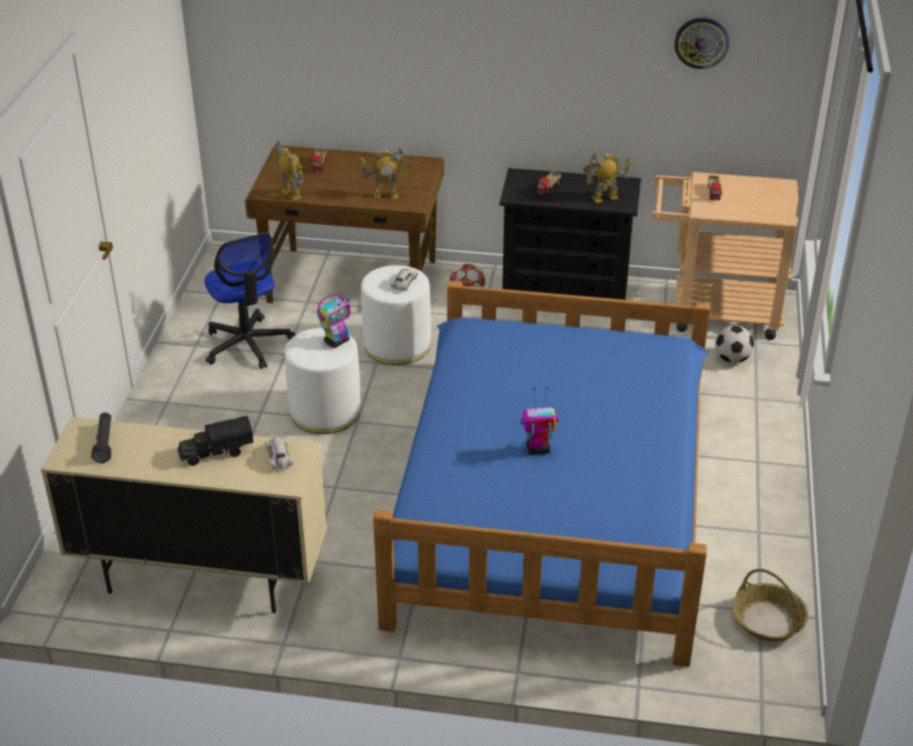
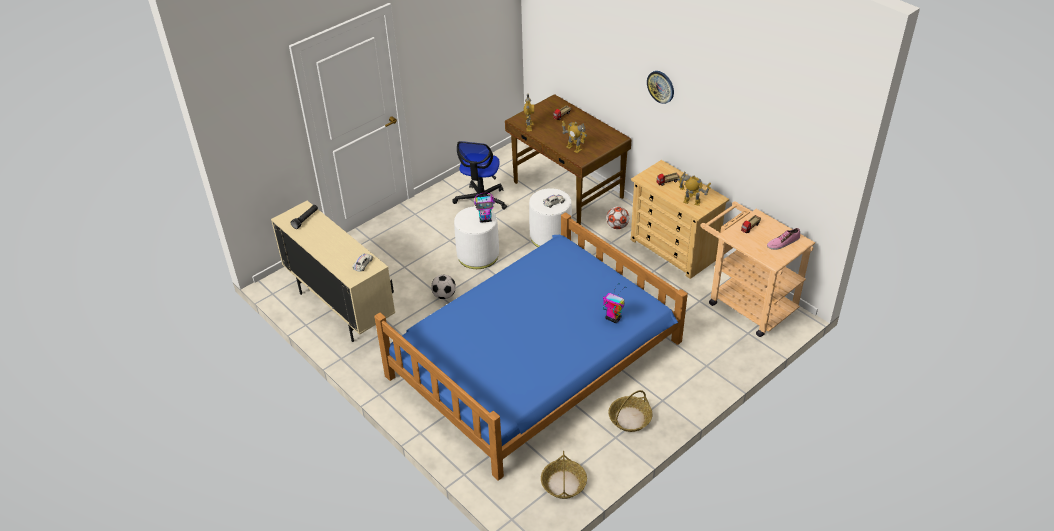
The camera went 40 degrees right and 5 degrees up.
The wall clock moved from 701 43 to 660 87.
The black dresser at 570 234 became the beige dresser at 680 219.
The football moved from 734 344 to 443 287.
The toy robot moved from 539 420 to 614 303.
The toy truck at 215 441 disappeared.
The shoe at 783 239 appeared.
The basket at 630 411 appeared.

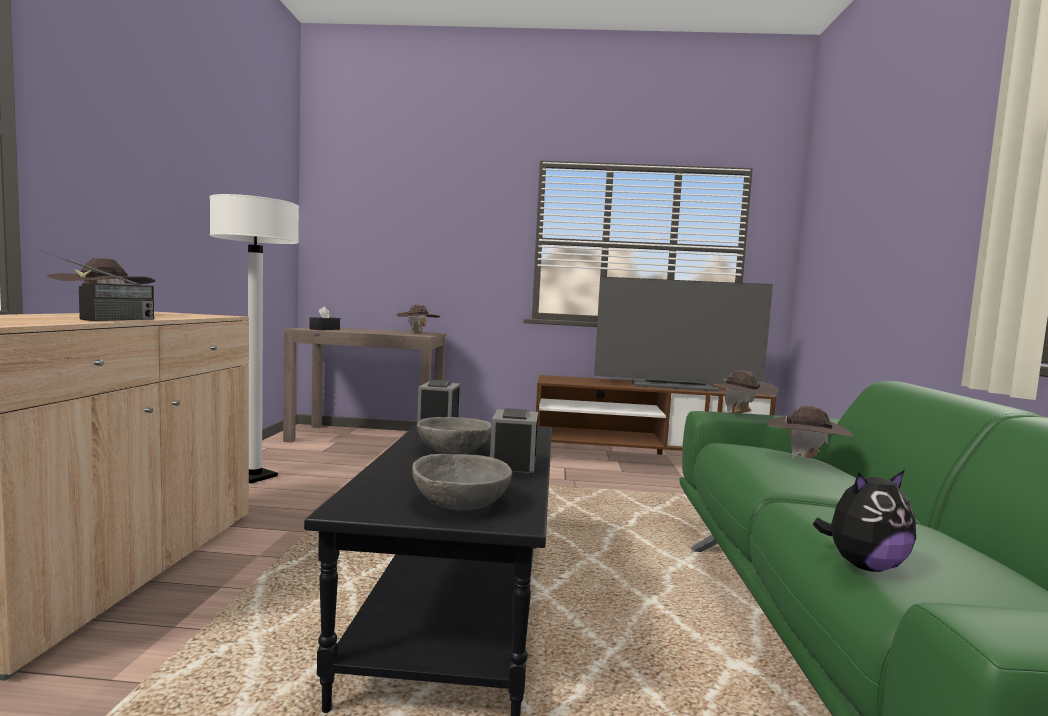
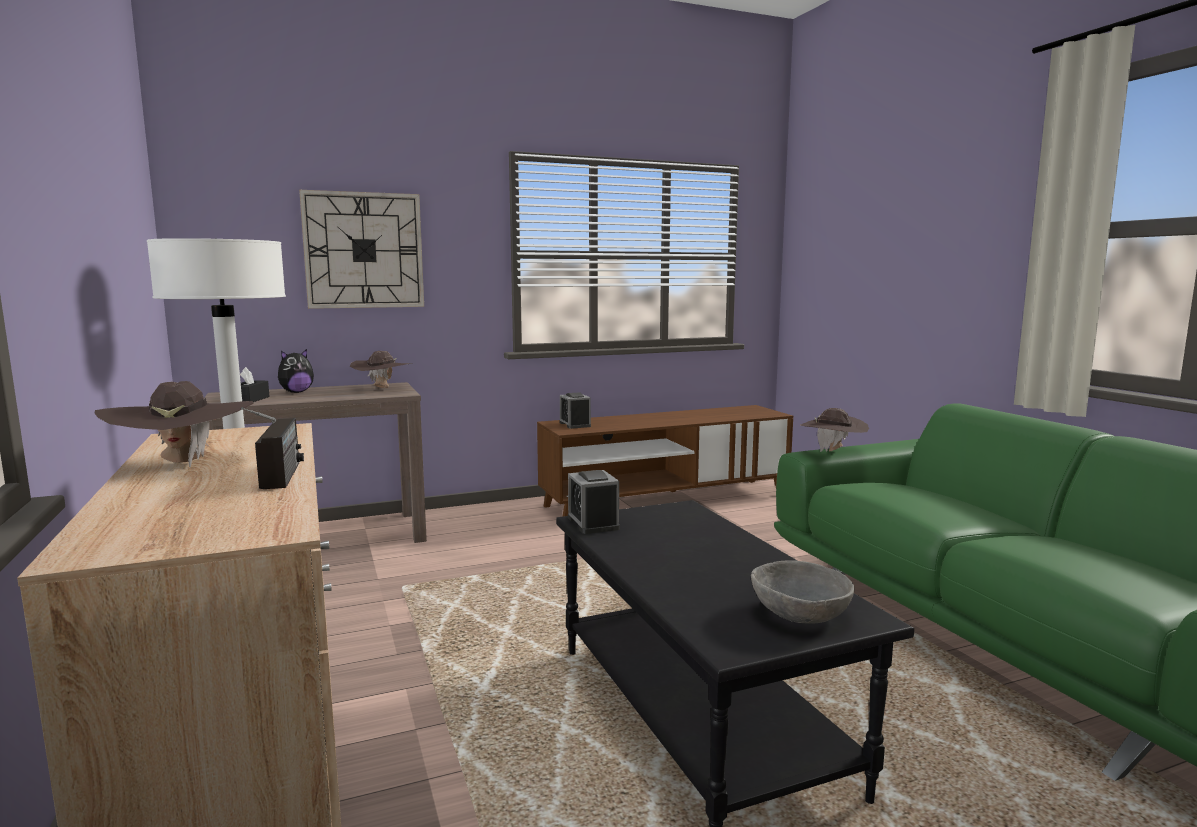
The camera went 25 degrees left and 5 degrees up.
The television at 683 334 disappeared.
The brown hat at 810 432 disappeared.
The alarm clock moved from 514 443 to 575 410.
The grey bowl at 454 435 disappeared.
The plush toy moved from 864 521 to 296 371.
The wall clock at 361 249 appeared.

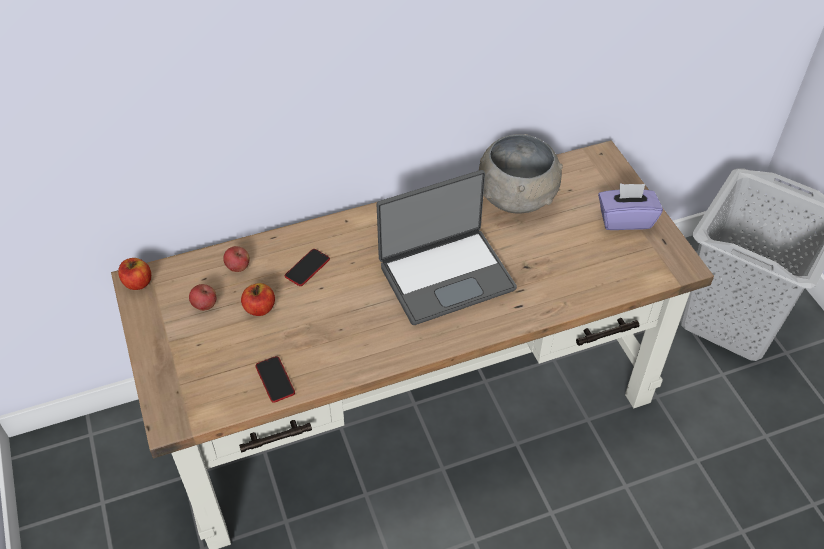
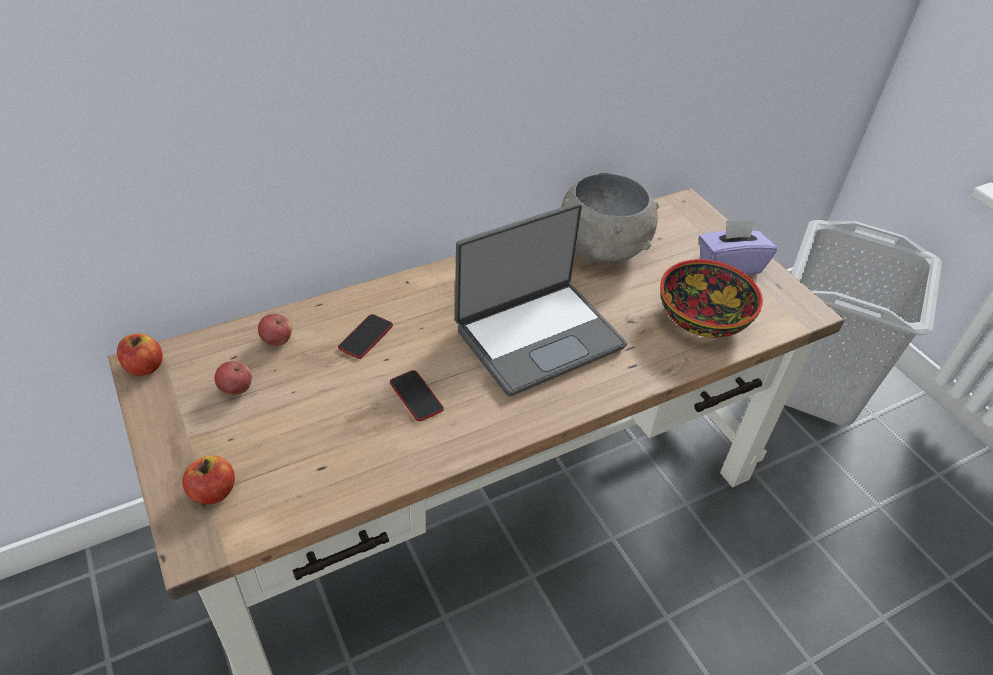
The camera went 10 degrees left and 5 degrees down.
The apple moved from 258 299 to 208 479.
The phone moved from 275 379 to 417 395.
The bowl at 711 298 appeared.

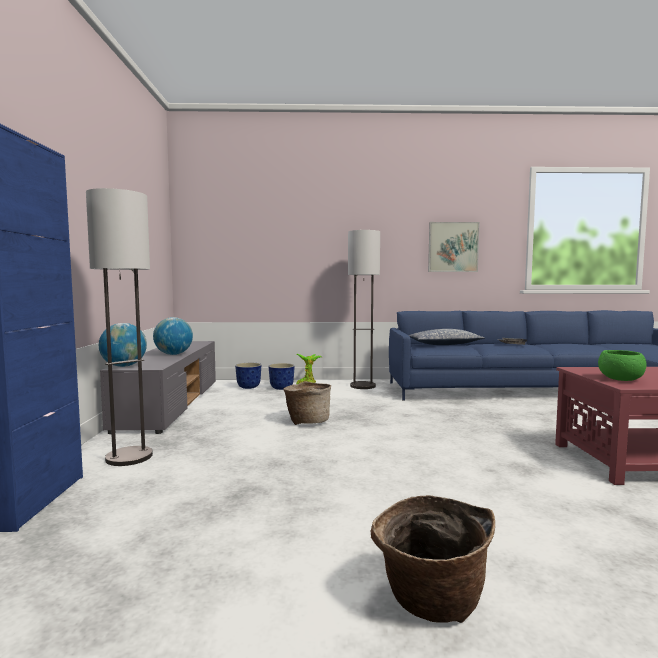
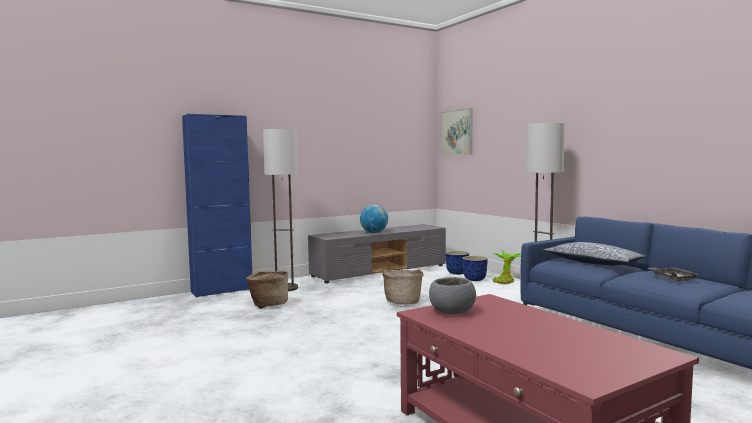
The camera went 60 degrees right and 0 degrees up.
The picture moved from 454 247 to 457 131.
The globe at 123 345 disappeared.
The green bowl at 622 365 became the grey bowl at 452 295.
The basket moved from 433 559 to 267 290.

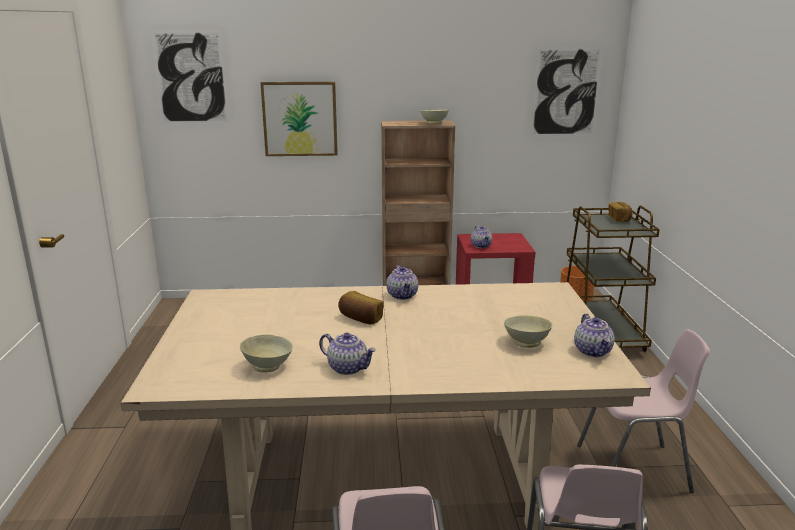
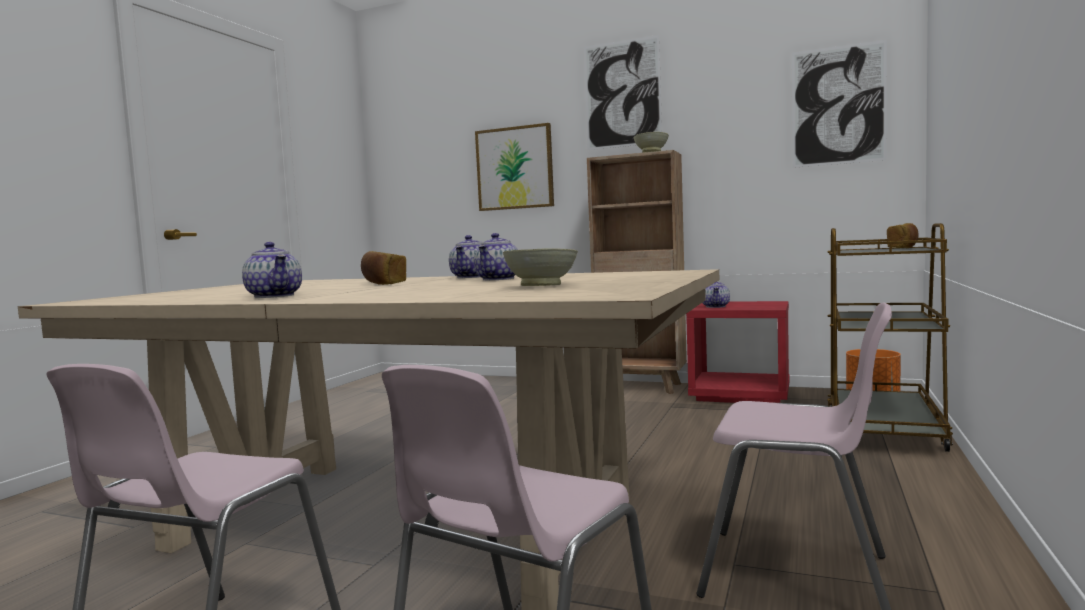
The camera went 25 degrees right and 15 degrees down.
The picture moved from 190 77 to 623 92.
The teapot moved from 594 335 to 496 256.
The beige bowl at 266 354 disappeared.

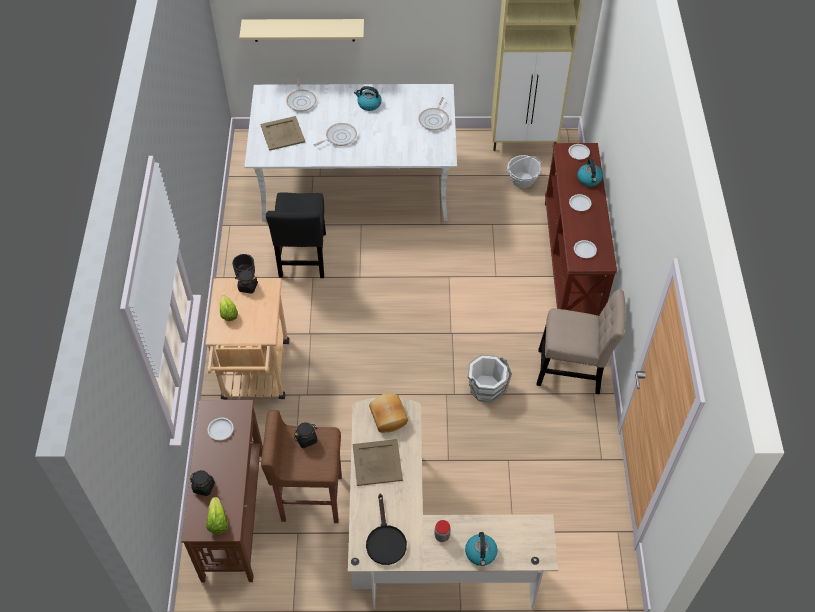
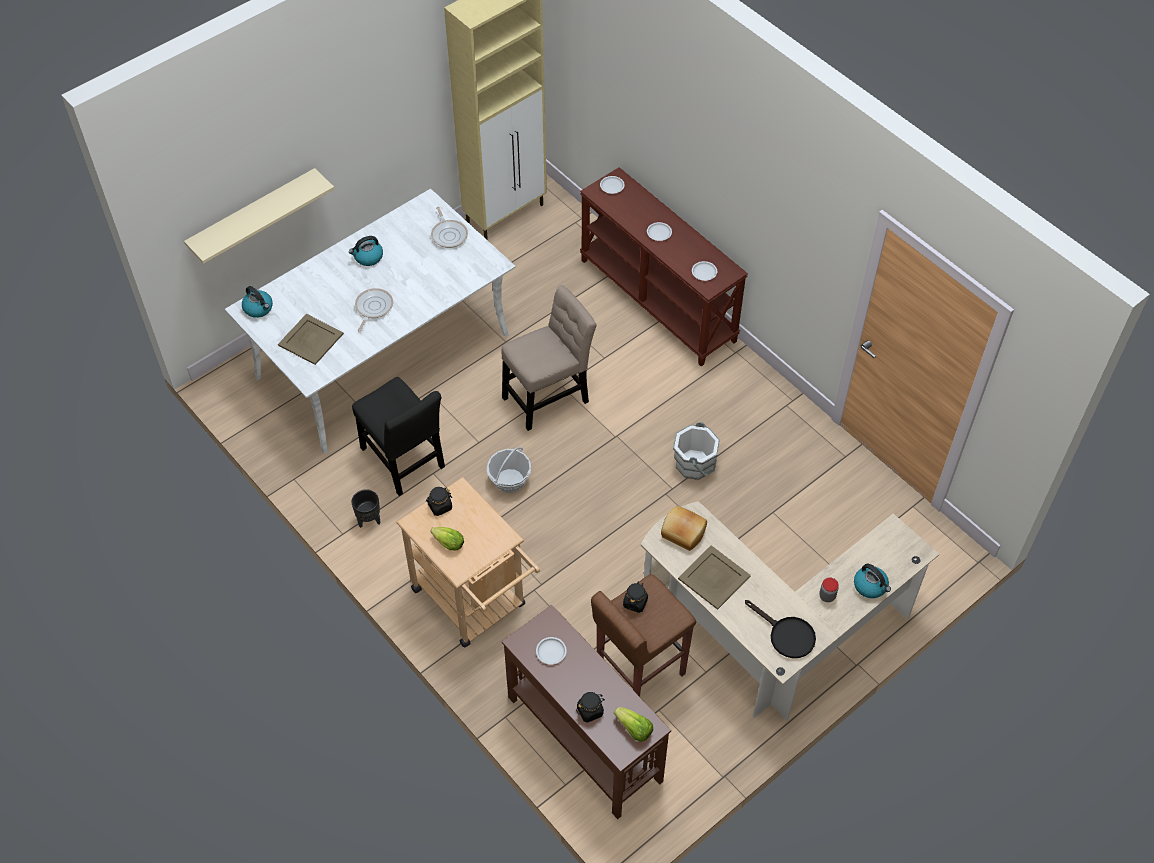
The camera went 40 degrees left and 0 degrees up.
The frying pan at 301 95 disappeared.
The basket moved from 524 171 to 509 470.
The kettle moved from 590 173 to 257 302.
The beige chair moved from 581 341 to 549 358.

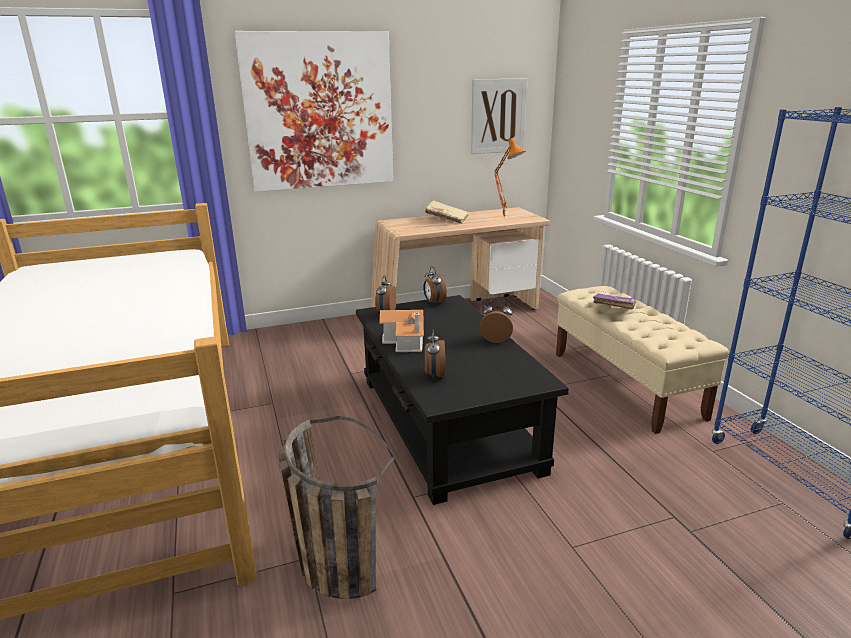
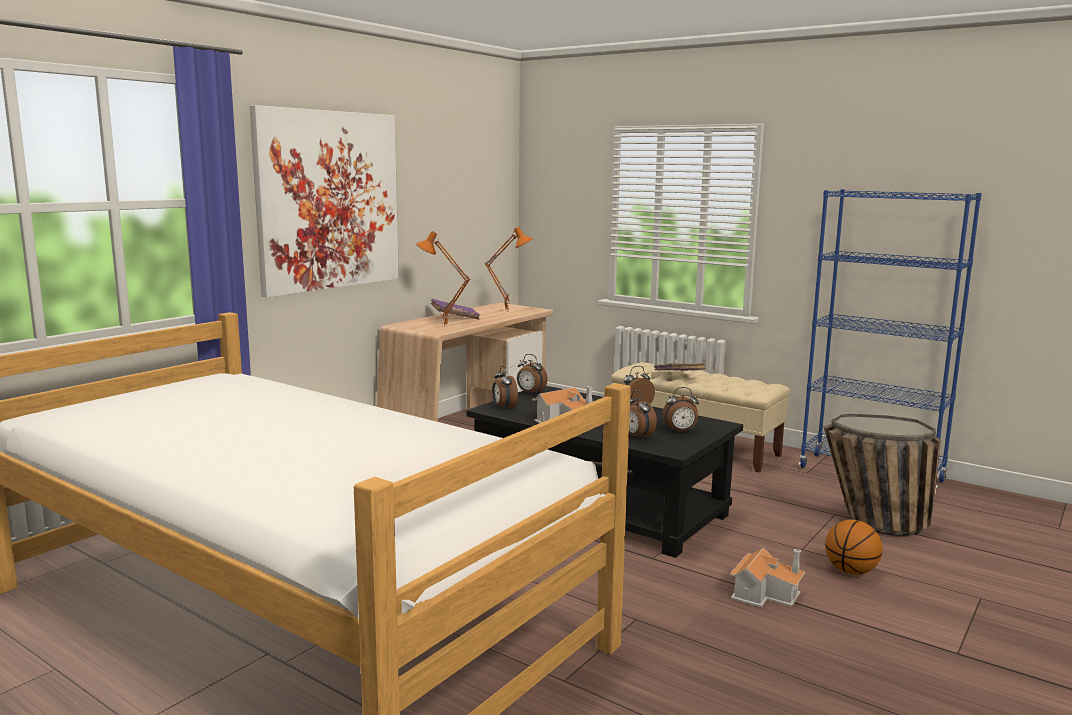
The camera went 35 degrees left and 10 degrees down.
The picture at 499 116 disappeared.
The beige book at 447 212 became the purple book at 455 309.
The basket moved from 336 507 to 882 475.
The orange table lamp at 443 279 appeared.
The alarm clock at 681 410 appeared.
The basketball at 854 547 appeared.
The toy house at 767 577 appeared.

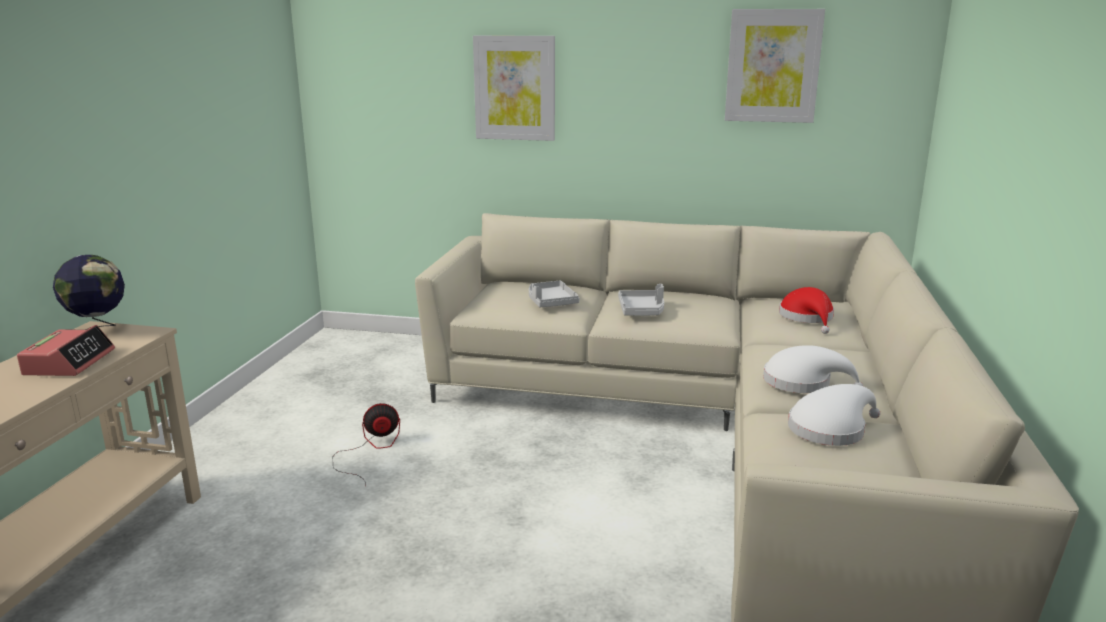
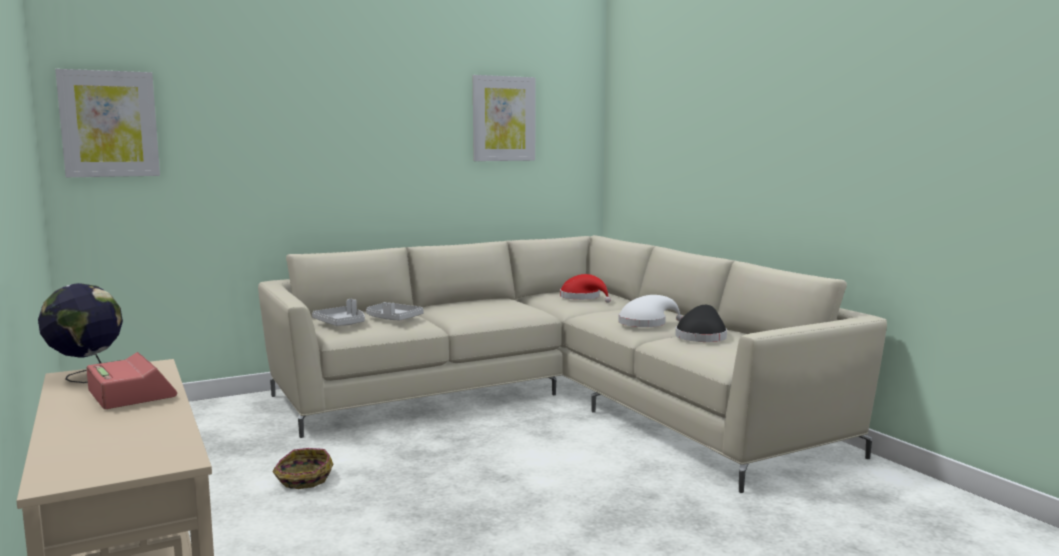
The camera went 40 degrees left and 10 degrees down.
The picture moved from 514 88 to 107 123.
The grey tray moved from 641 300 to 338 312.
The white hat at 834 415 became the black hat at 701 323.
The fan at 367 444 was replaced by the basket at 303 468.

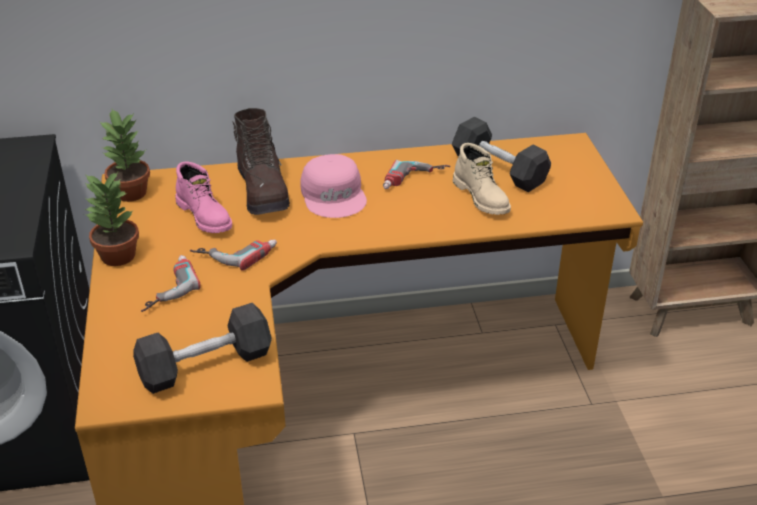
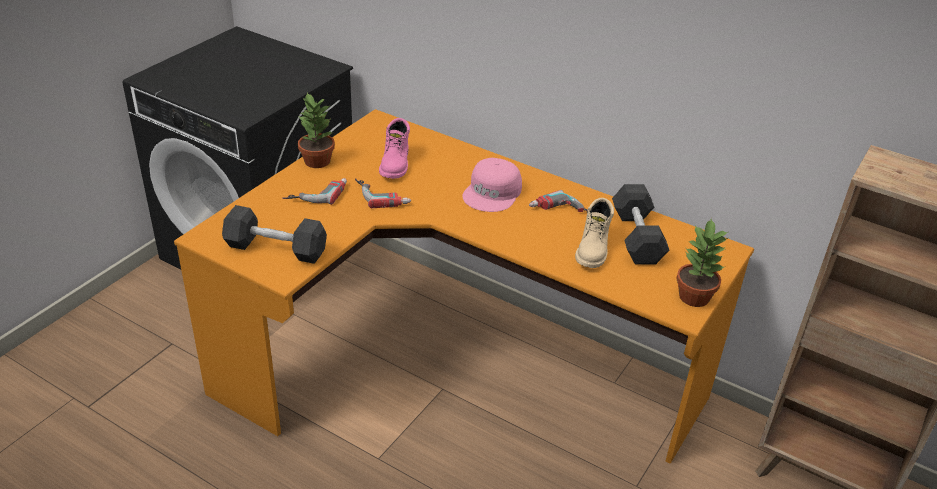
The camera went 40 degrees right and 0 degrees up.
The brown boot at 261 161 disappeared.
The potted plant moved from 124 155 to 702 262.

